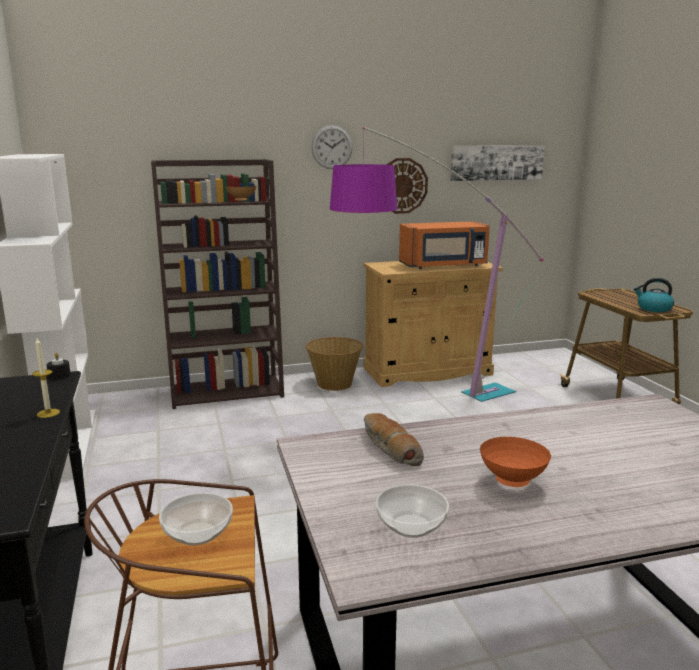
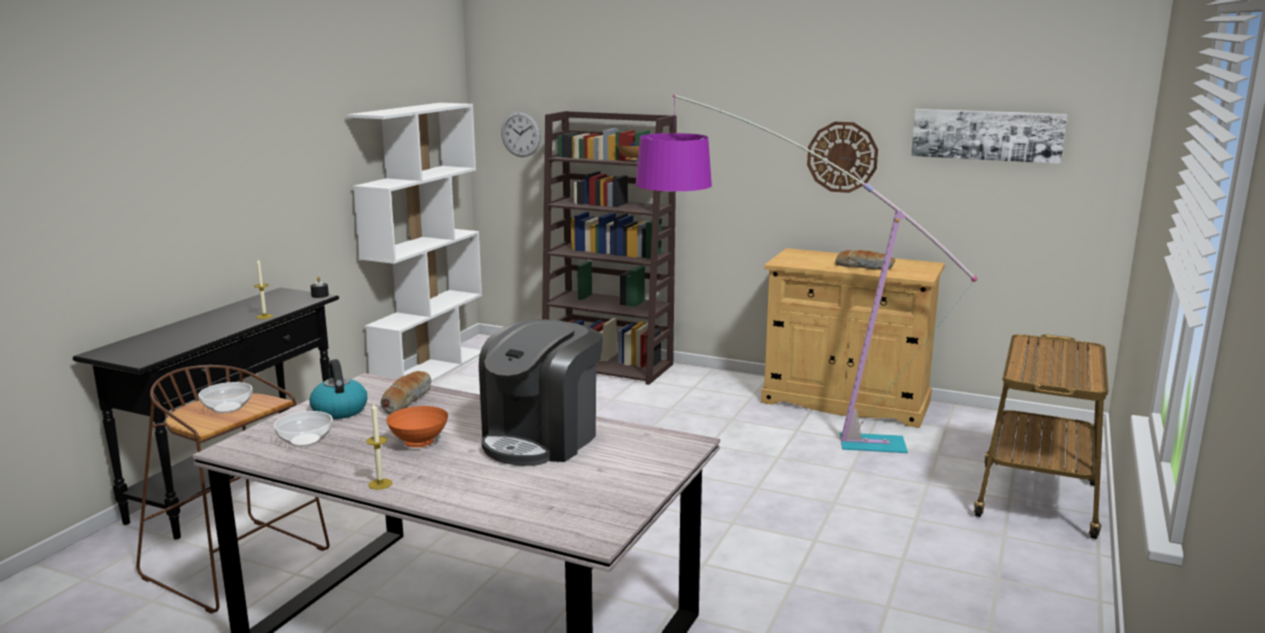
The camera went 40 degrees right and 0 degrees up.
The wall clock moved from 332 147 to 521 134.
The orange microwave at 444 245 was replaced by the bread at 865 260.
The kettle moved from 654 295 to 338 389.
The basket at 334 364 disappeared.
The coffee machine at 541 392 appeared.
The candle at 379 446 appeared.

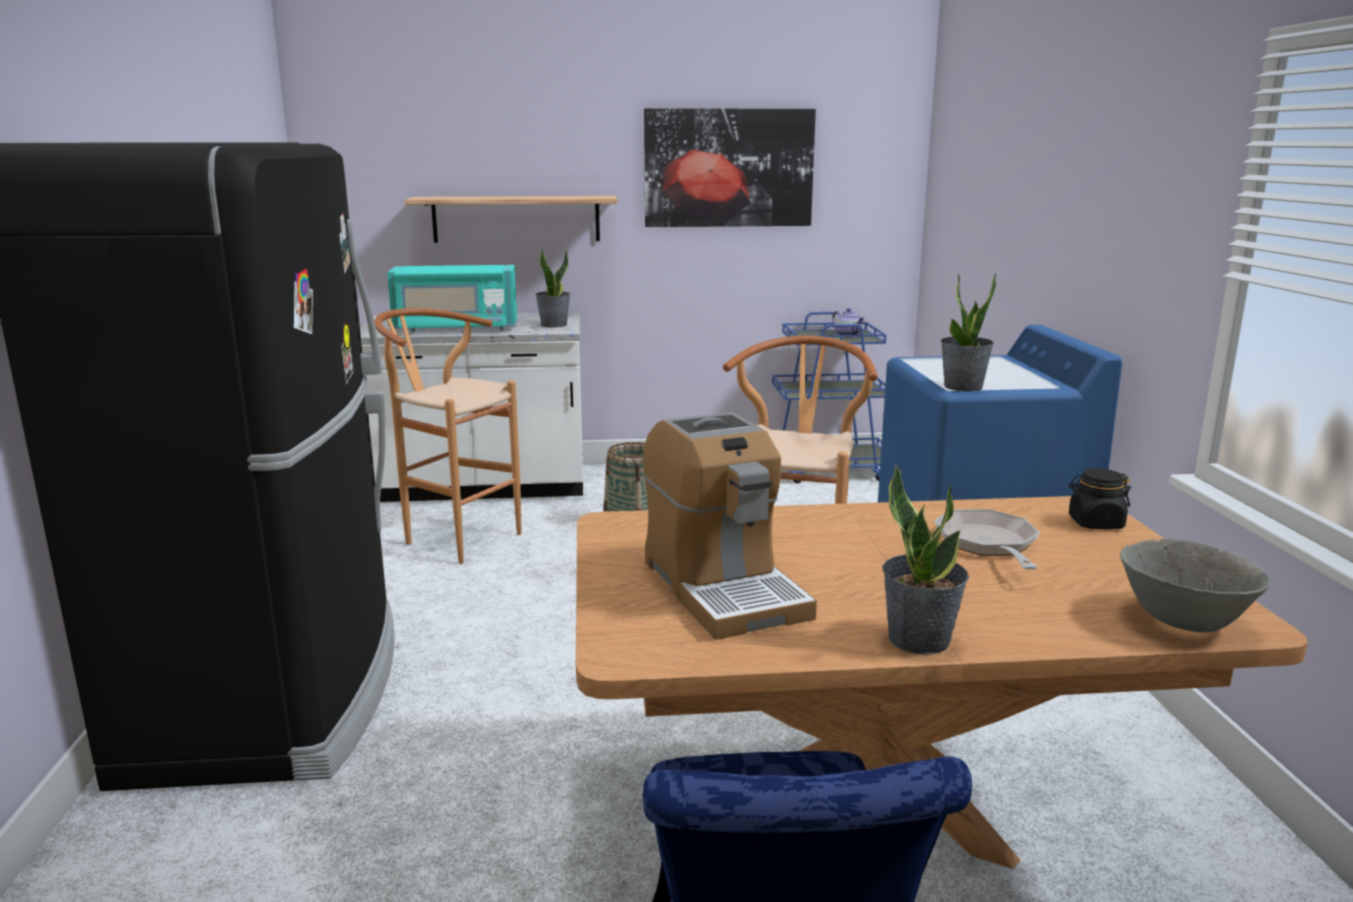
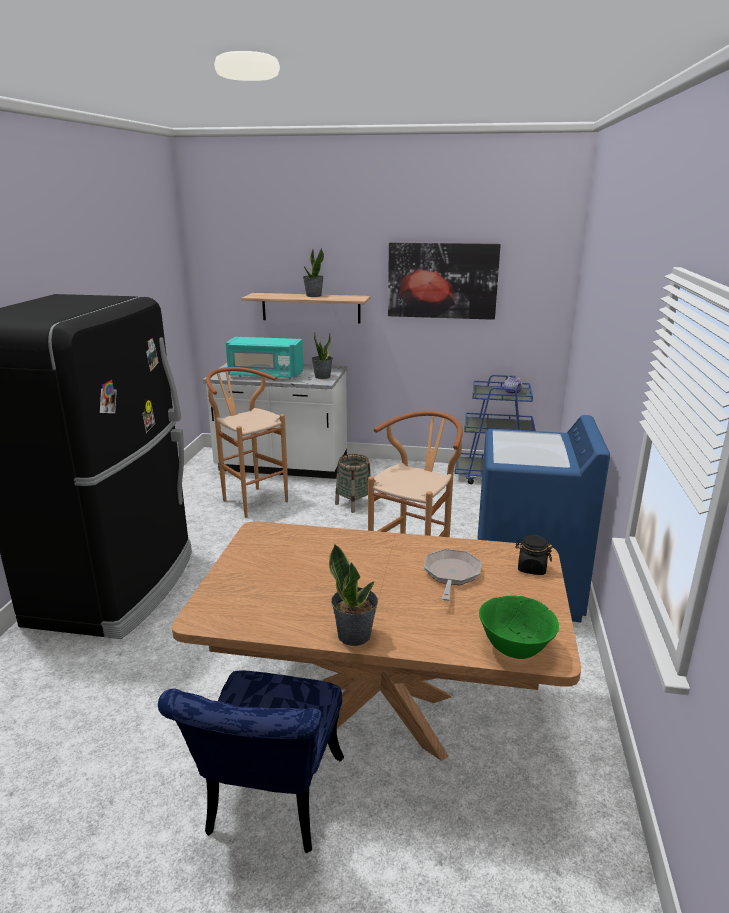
The camera went 15 degrees right and 5 degrees up.
The potted plant moved from 968 332 to 313 272.
The coffee machine at 730 526 disappeared.
The grey bowl at 1195 585 became the green bowl at 519 627.

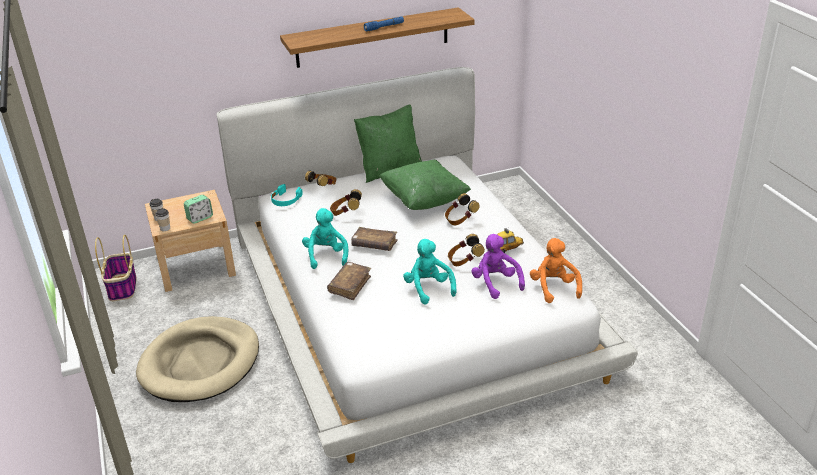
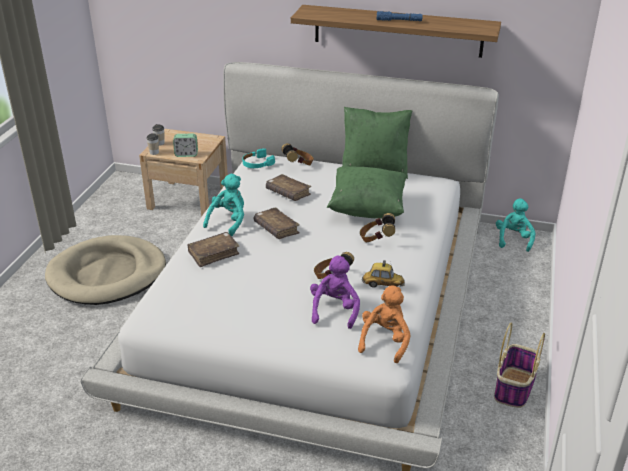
The camera went 35 degrees right and 0 degrees up.
The headphones at 346 202 was replaced by the brown book at 288 187.
The basket moved from 116 268 to 519 365.
The turquoise plush toy moved from 430 271 to 515 225.

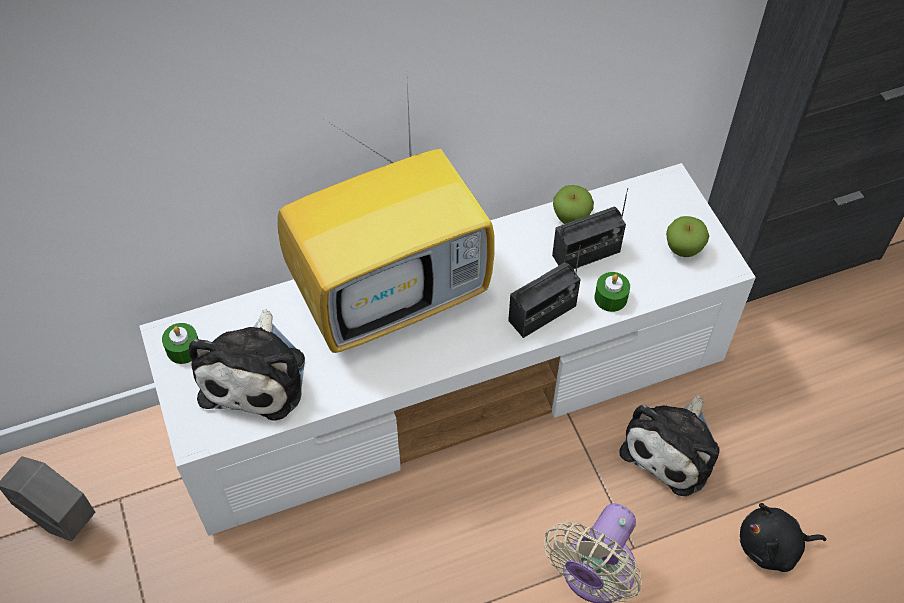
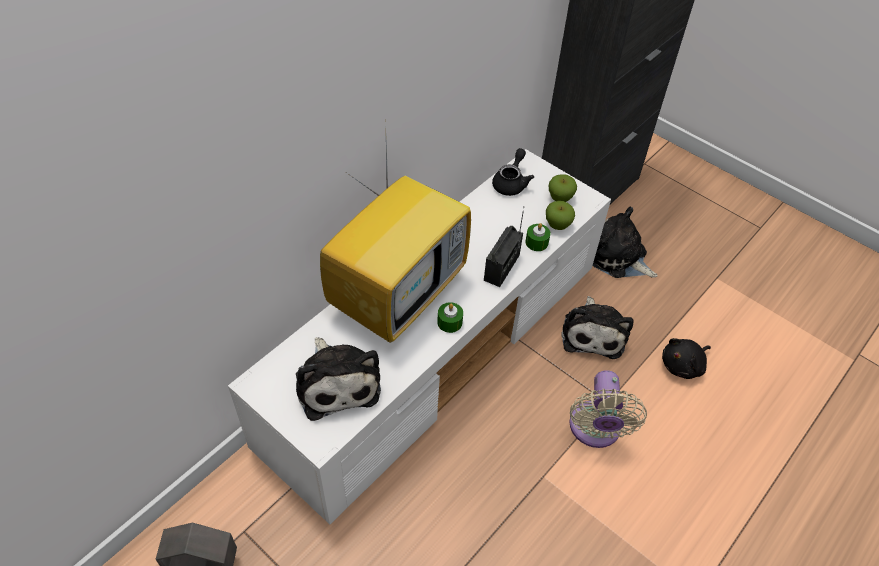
The camera went 30 degrees left and 5 degrees down.
The apple moved from 573 204 to 560 215.
The radio at 590 228 disappeared.
The green candle moved from 180 343 to 450 317.
The black teapot at 513 172 appeared.
The plush toy at 625 242 appeared.

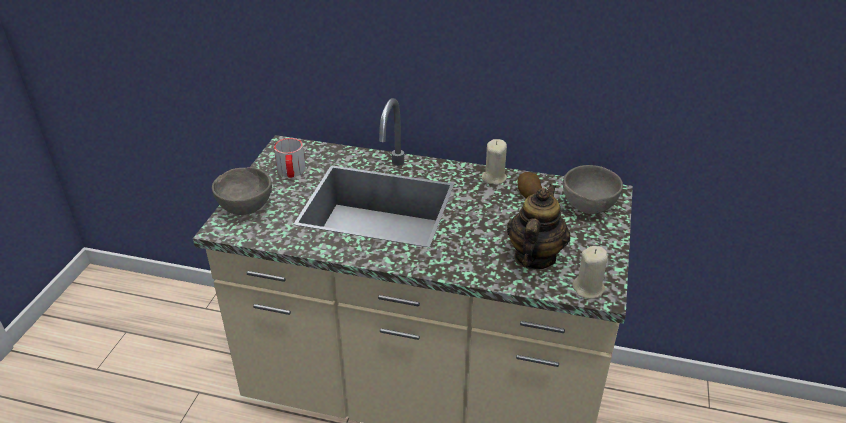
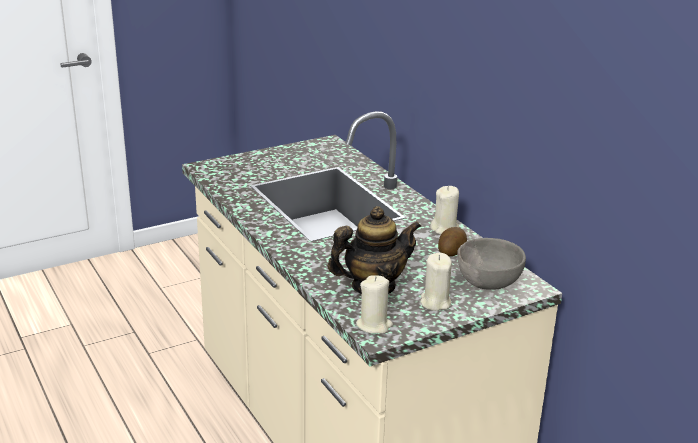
The camera went 45 degrees right and 10 degrees down.
The mug at 290 158 disappeared.
The grey bowl at 242 191 disappeared.
The beige candle at 436 282 appeared.

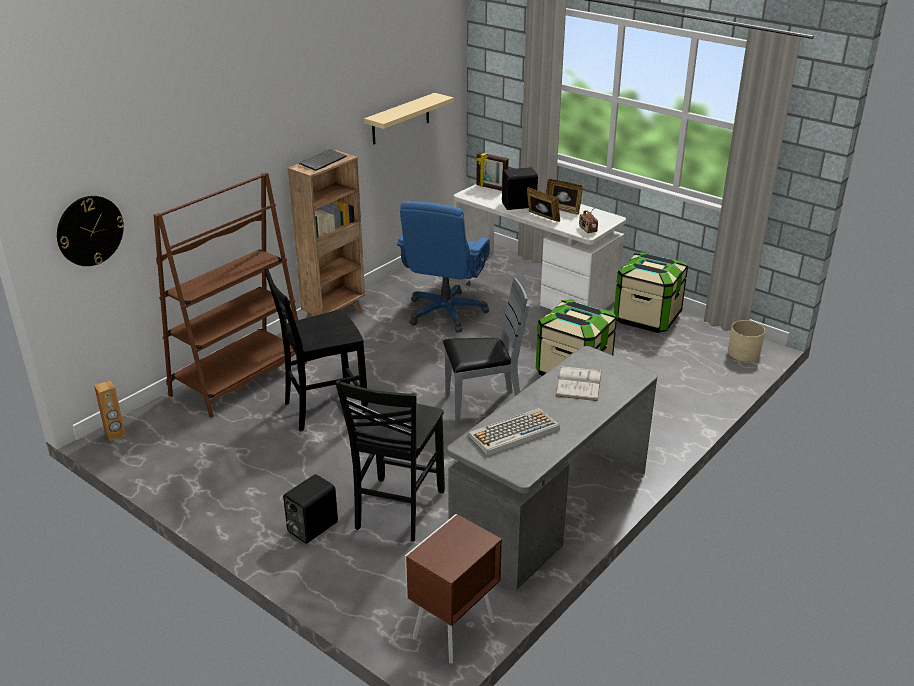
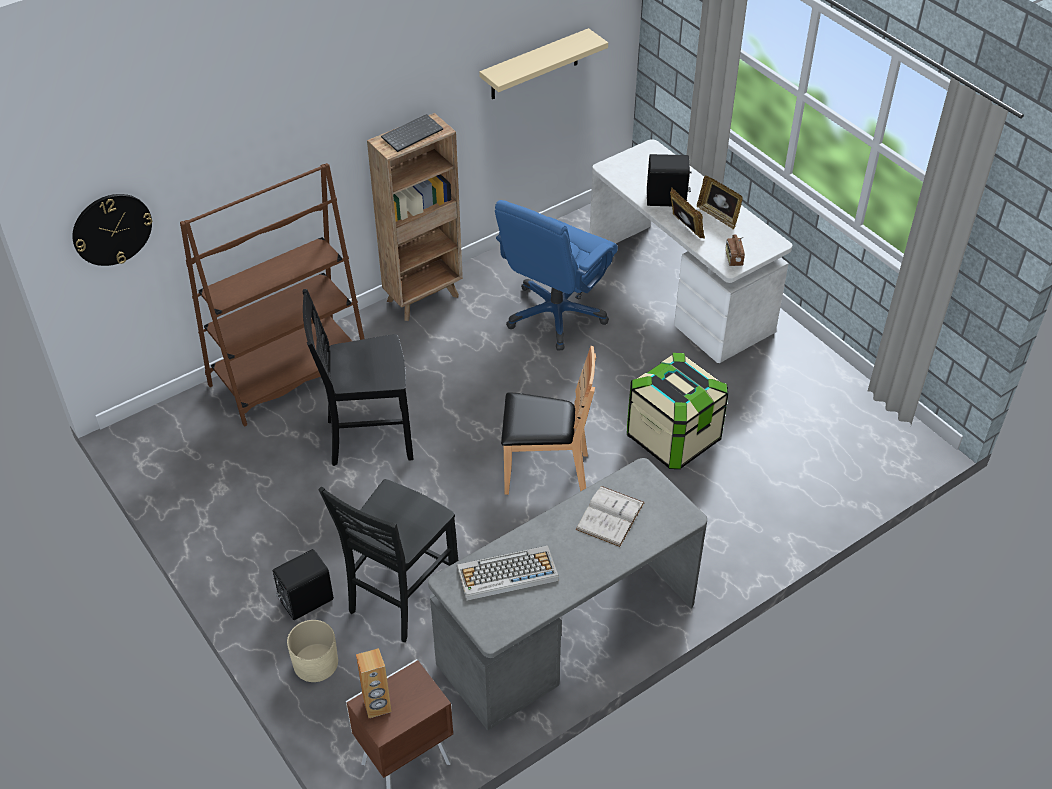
The camera went 15 degrees right and 15 degrees up.
The picture frame at 492 171 disappeared.
The storage box at 651 292 disappeared.
The grey chair at 486 352 became the brown chair at 548 420.
The beige planter moved from 746 341 to 312 651.
The brown speaker moved from 110 410 to 374 683.

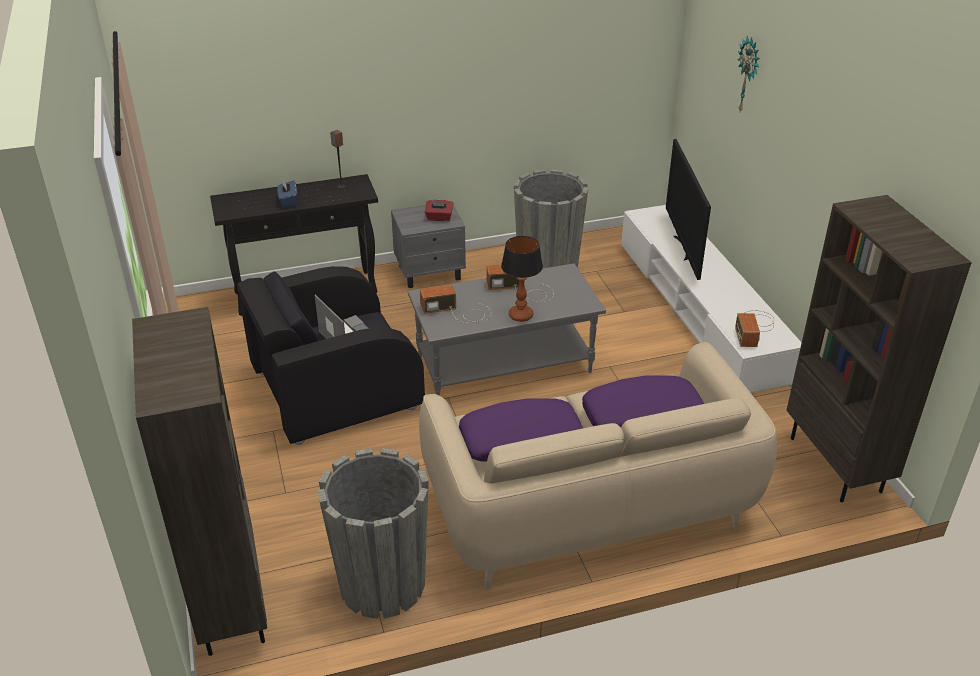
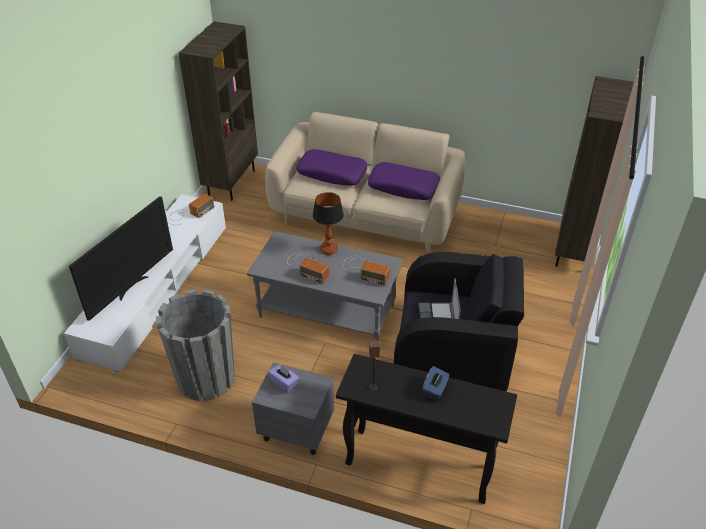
The camera went 145 degrees left and 5 degrees up.
The wall clock at 748 74 disappeared.
The red tissue box at 439 210 became the purple tissue box at 283 378.
The grey planter at 373 533 disappeared.

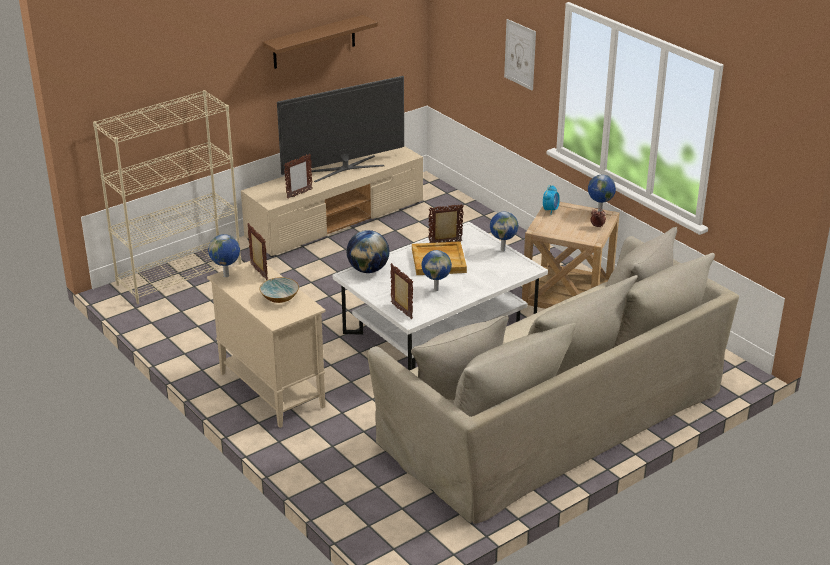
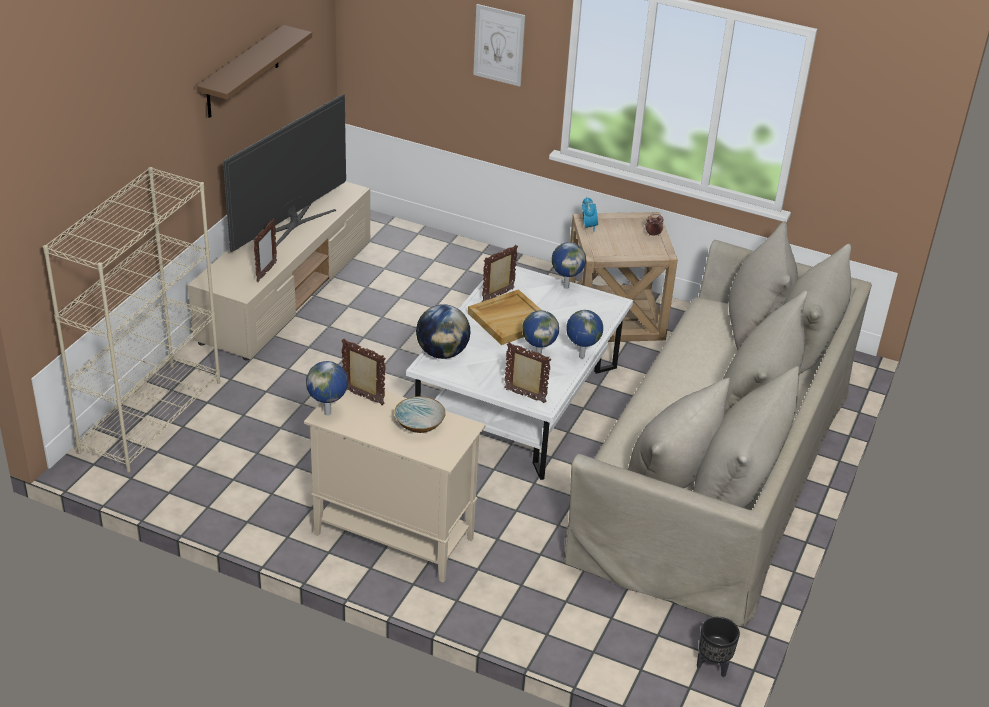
The camera went 30 degrees left and 5 degrees up.
The globe moved from 602 193 to 585 334.
The black planter at 718 647 appeared.

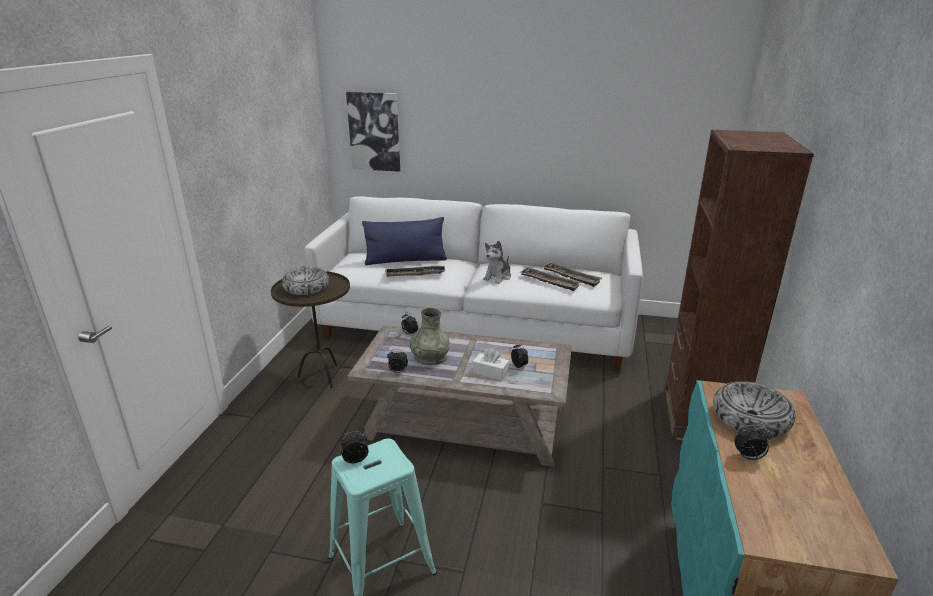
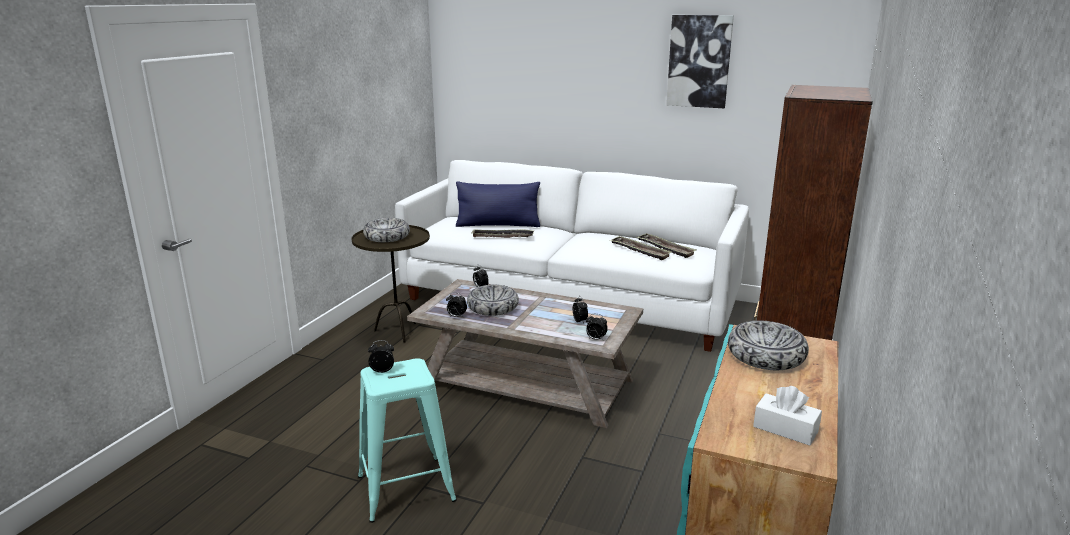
The camera went 10 degrees right and 5 degrees down.
The picture moved from 373 132 to 700 61.
The plush toy at 497 262 disappeared.
The grey vase at 430 336 was replaced by the bowl at 493 300.
The white tissue box moved from 491 364 to 787 416.
The alarm clock moved from 753 442 to 597 327.

